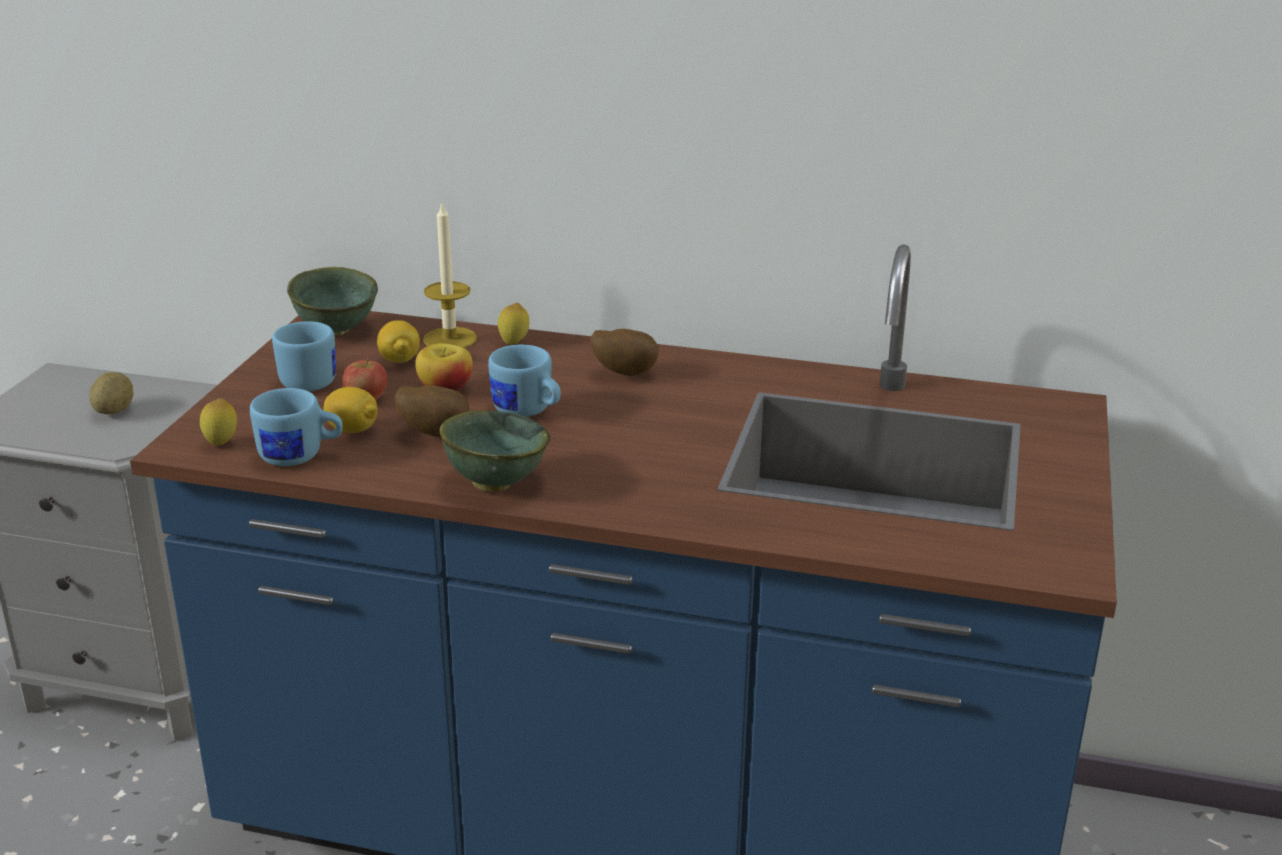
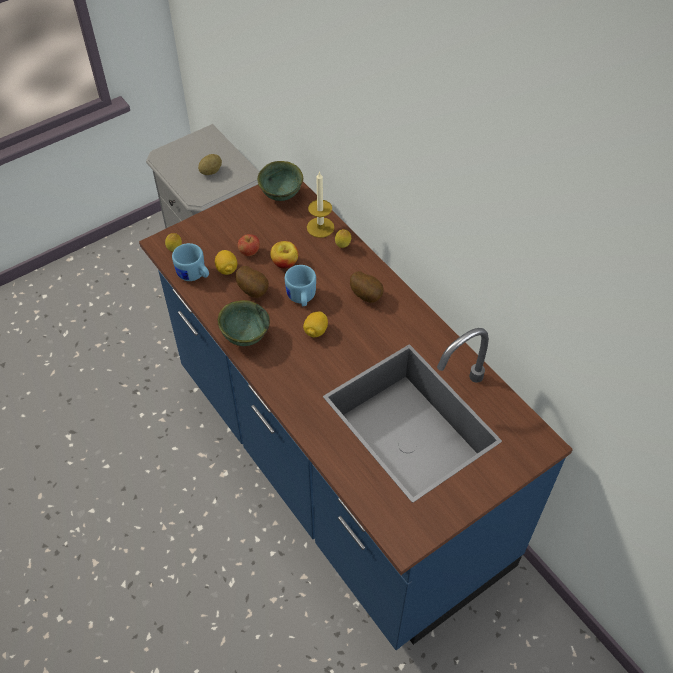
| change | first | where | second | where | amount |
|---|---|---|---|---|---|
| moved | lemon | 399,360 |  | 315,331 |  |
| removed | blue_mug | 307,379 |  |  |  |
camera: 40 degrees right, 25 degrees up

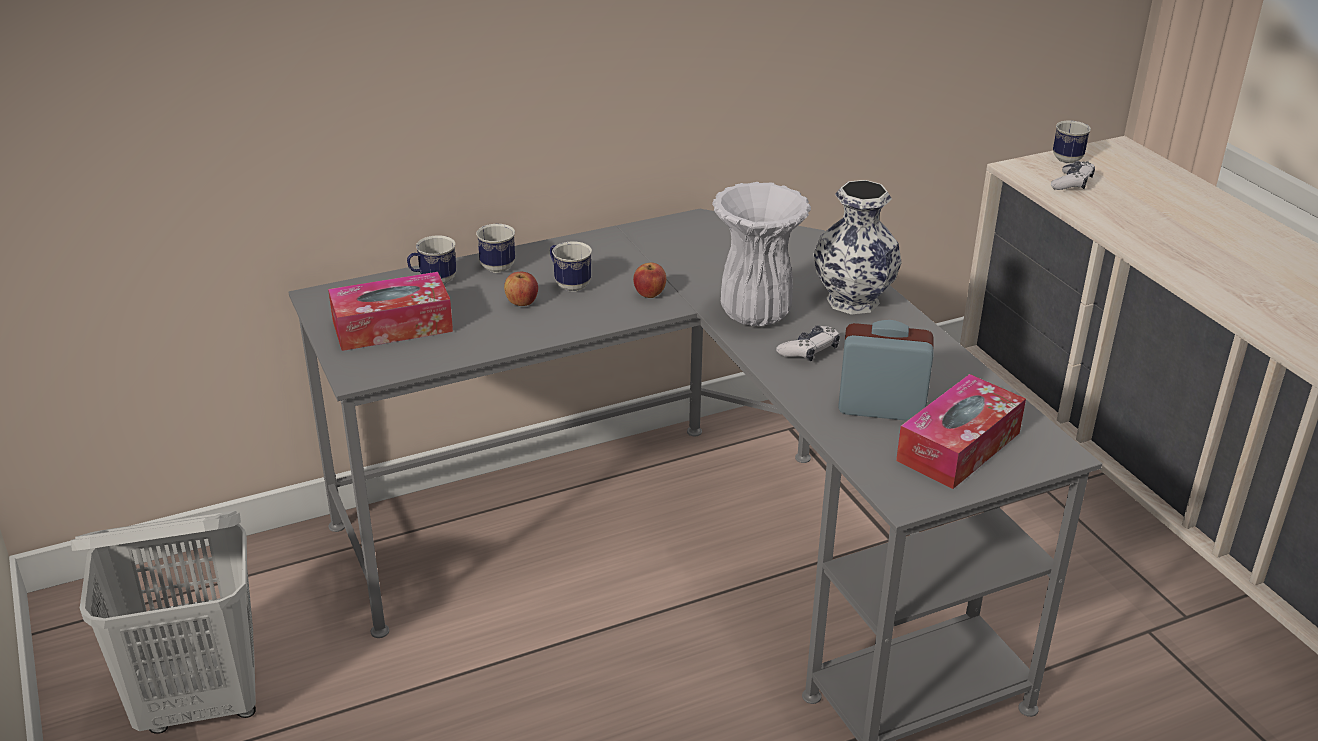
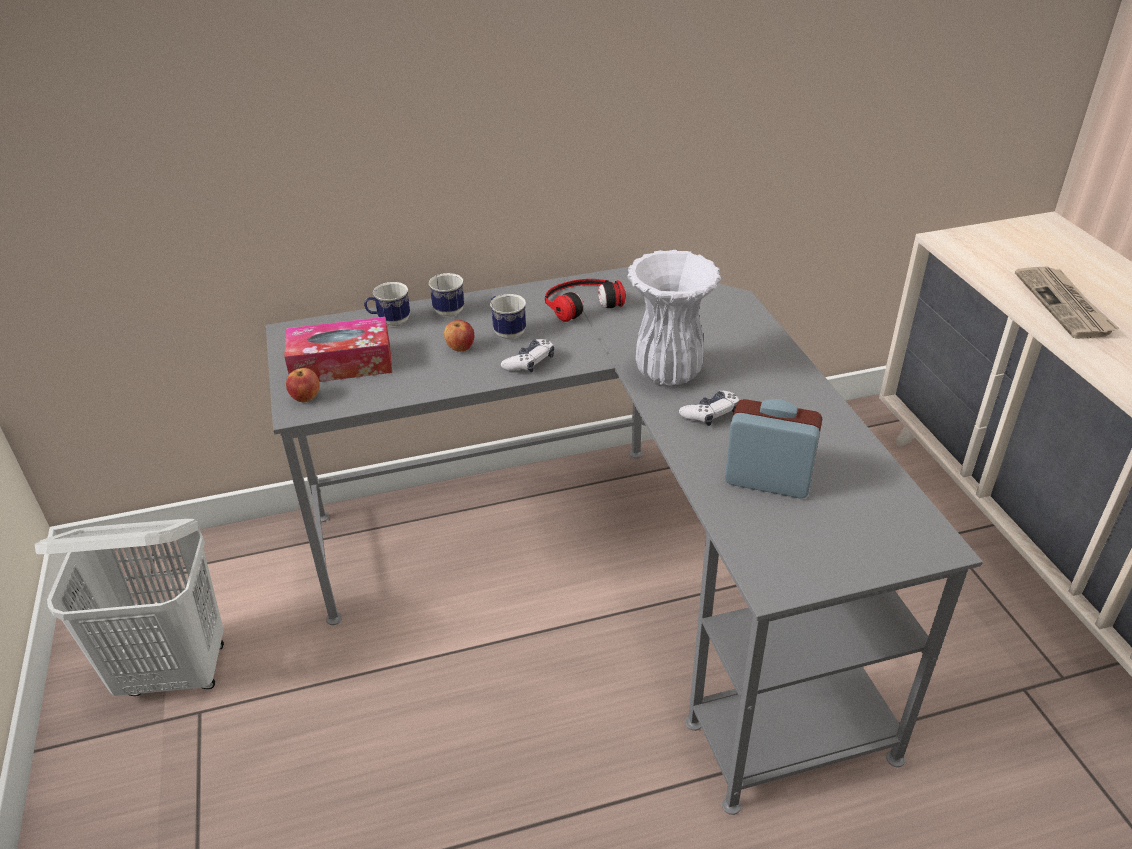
| change | first | where | second | where | amount |
|---|---|---|---|---|---|
| moved | apple | 650,294 |  | 306,398 |  |
| moved | game_controller | 1072,183 |  | 529,362 |  |
| added |  |  | headphones | 581,302 |  |
| added |  |  | newspaper | 1064,305 |  |
| removed | vase | 853,300 |  |  |  |
| removed | tissue_box | 958,446 |  |  |  |
| removed | mug | 1070,158 |  |  |  |
camera: 10 degrees right, 5 degrees up

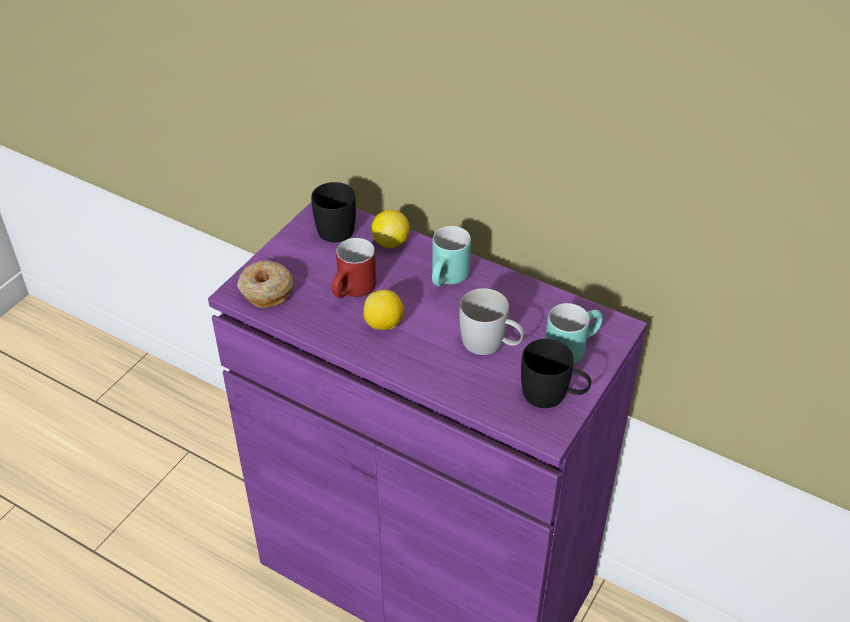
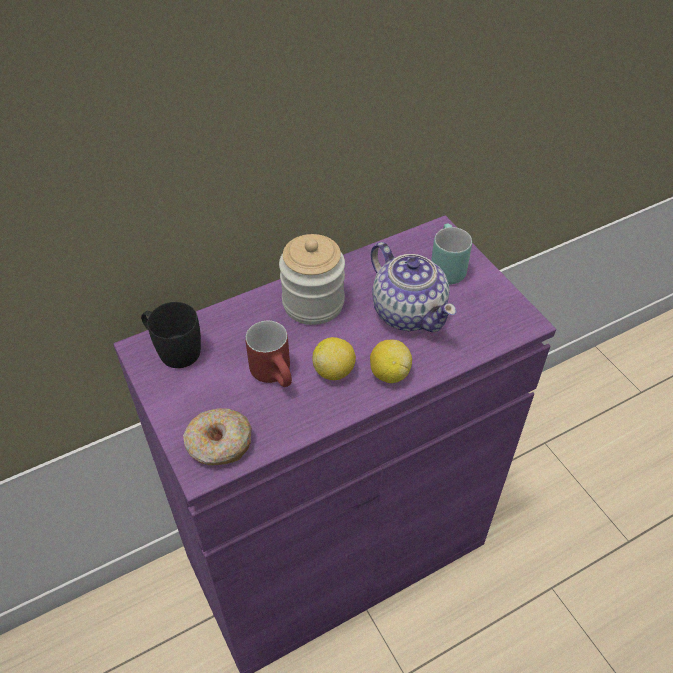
| change | first | where | second | where | amount |
|---|---|---|---|---|---|
| replaced | turquoise_mug | 449,280 | jar | 313,303 |  |
| moved | lemon | 391,242 |  | 389,373 |  |
| replaced | white_mug | 491,344 | teapot | 408,311 |  |
| removed | black_mug | 553,395 |  |  |  |
camera: 60 degrees left, 5 degrees up

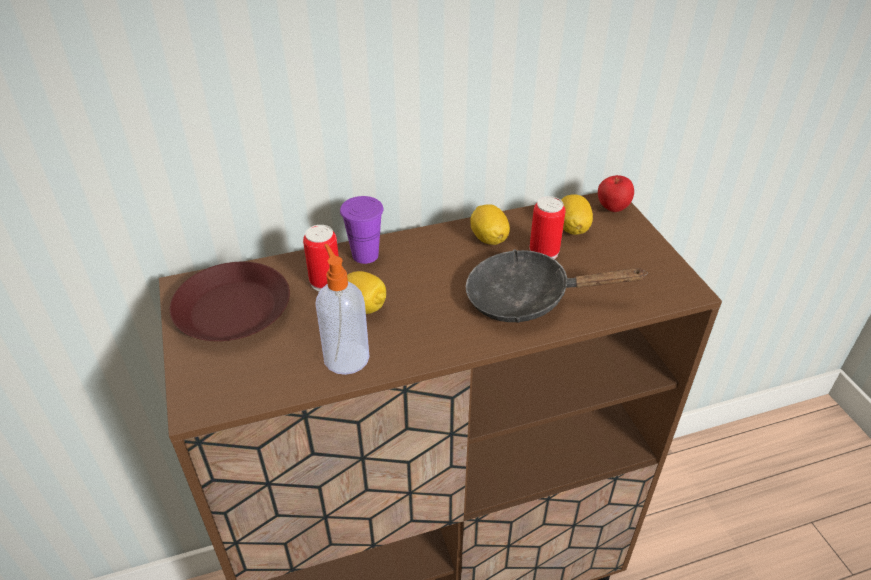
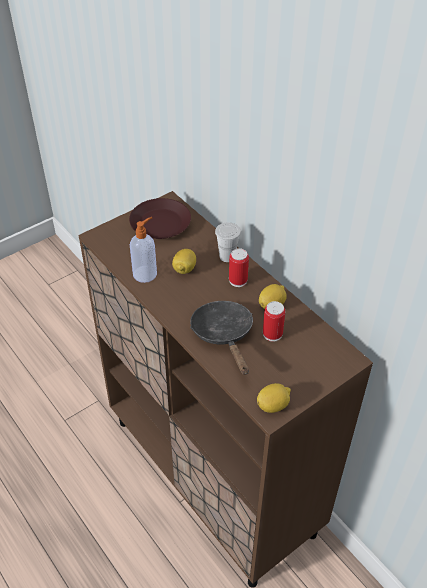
| change | first | where | second | where | amount |
|---|---|---|---|---|---|
| recoloured | purple_cup | 365,255 | white_cup | 227,256 |  |
| moved | can | 325,282 |  | 238,280 |  |
| moved | lemon | 572,228 |  | 273,405 |  |
| removed | apple | 612,209 |  |  |  |
camera: 70 degrees right, 5 degrees up

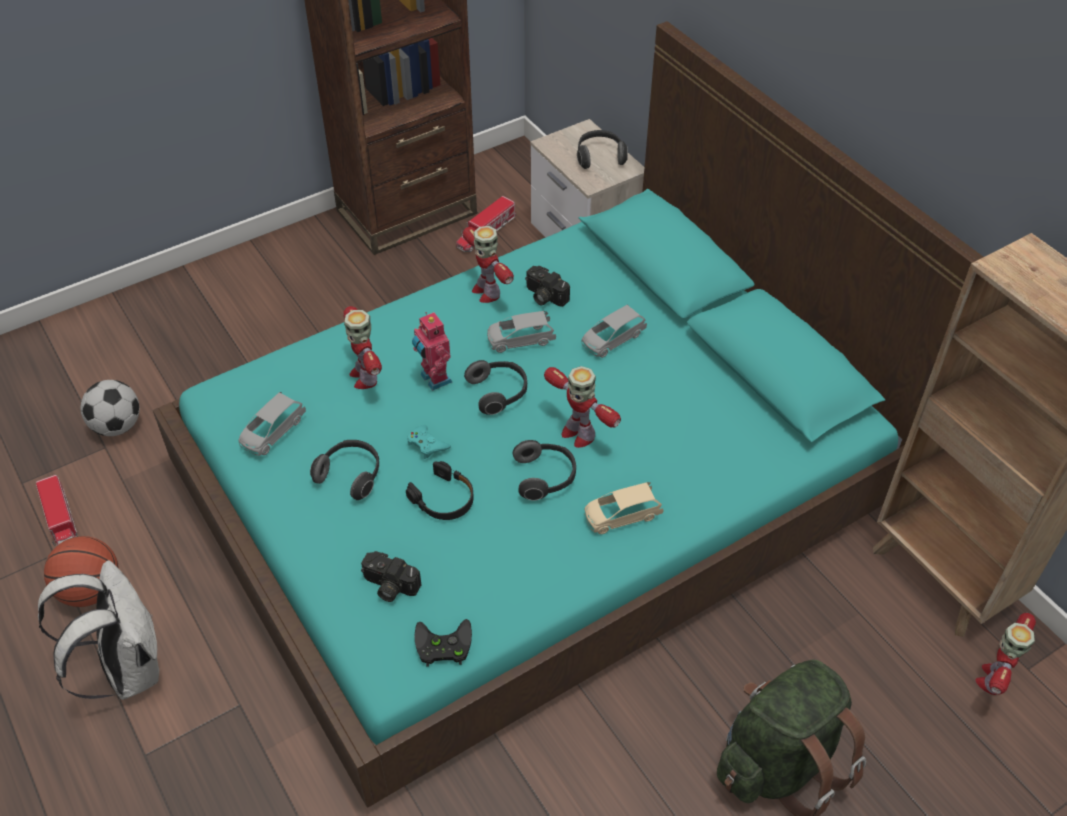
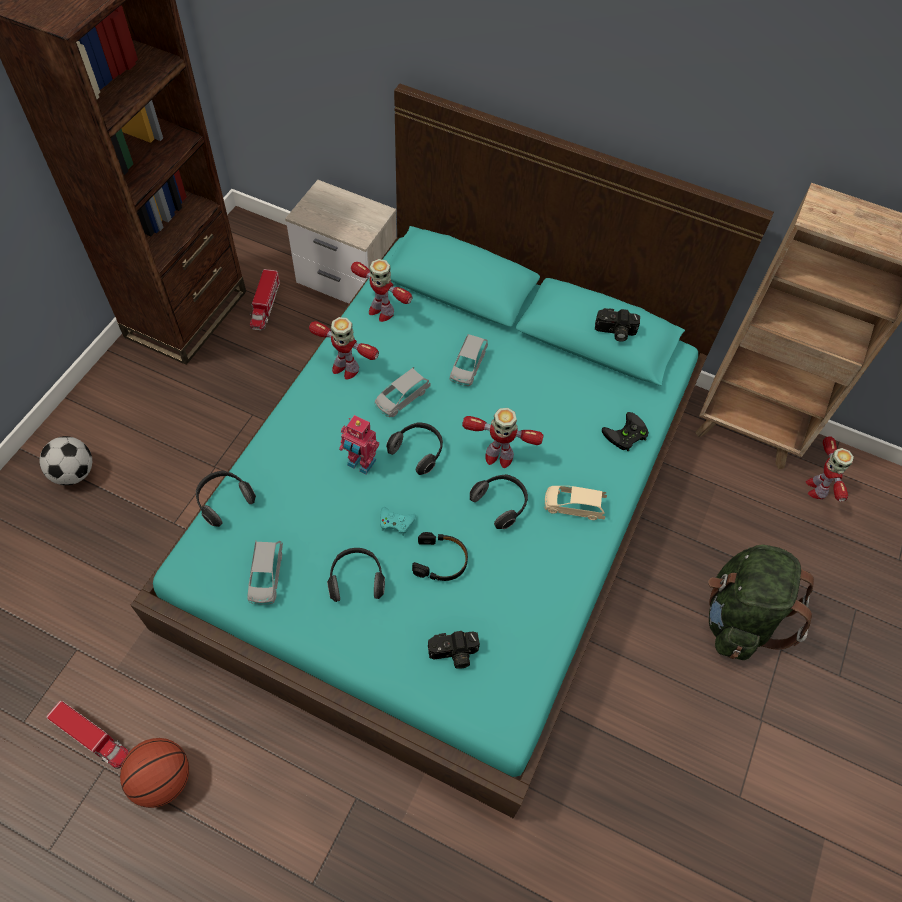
| change | first | where | second | where | amount |
|---|---|---|---|---|---|
| moved | football | 117,426 |  | 74,473 |  |
| moved | headphones | 599,157 |  | 224,501 |  |
| moved | toy_robot | 364,376 |  | 381,311 |  |
| turned | beige_toy_car | 621,516 |  | 573,506 | 60 degrees clockwise |
| moved | photo_camera | 544,296 |  | 615,332 |  |
| moved | black_game_controller | 441,646 |  | 625,435 |  |
| removed | white_backpack | 127,669 |  |  |  |
camera: 35 degrees left, 10 degrees up

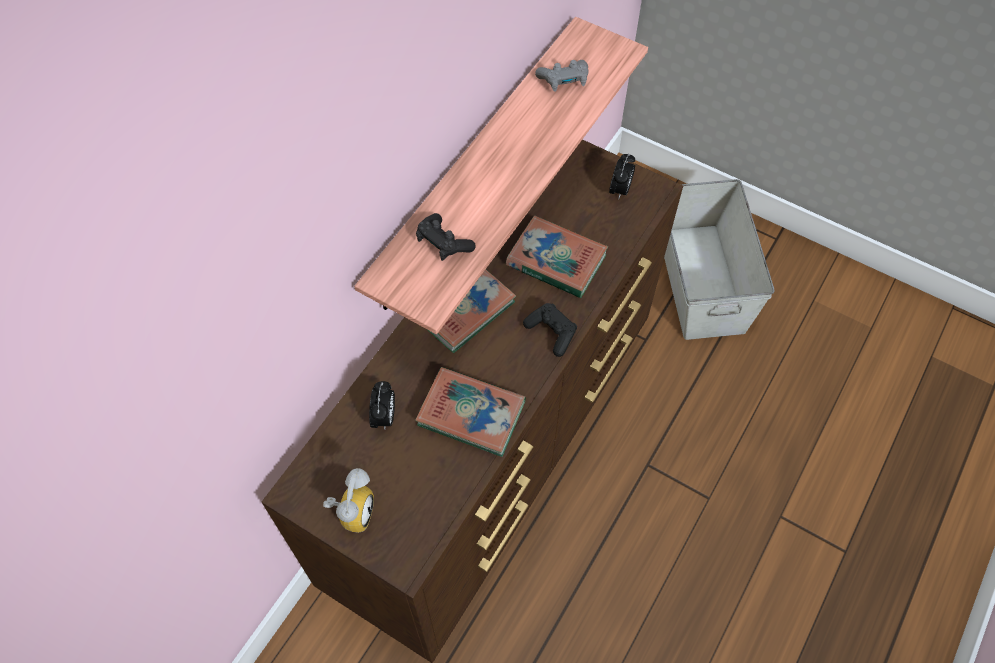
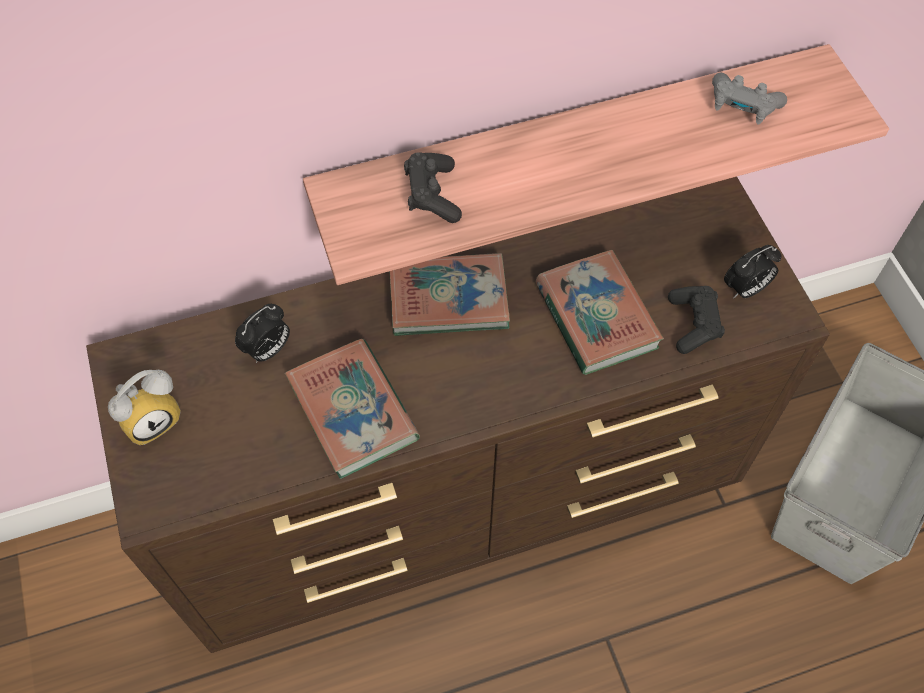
| change | first | where | second | where | amount |
|---|---|---|---|---|---|
| moved | black_game_controller | 551,332 |  | 693,324 |  |
camera: 40 degrees right, 0 degrees up

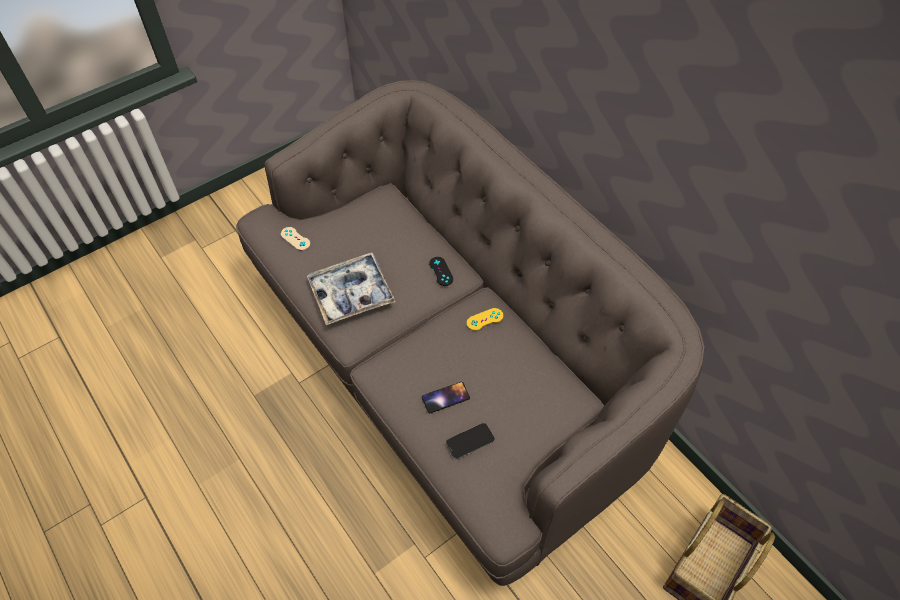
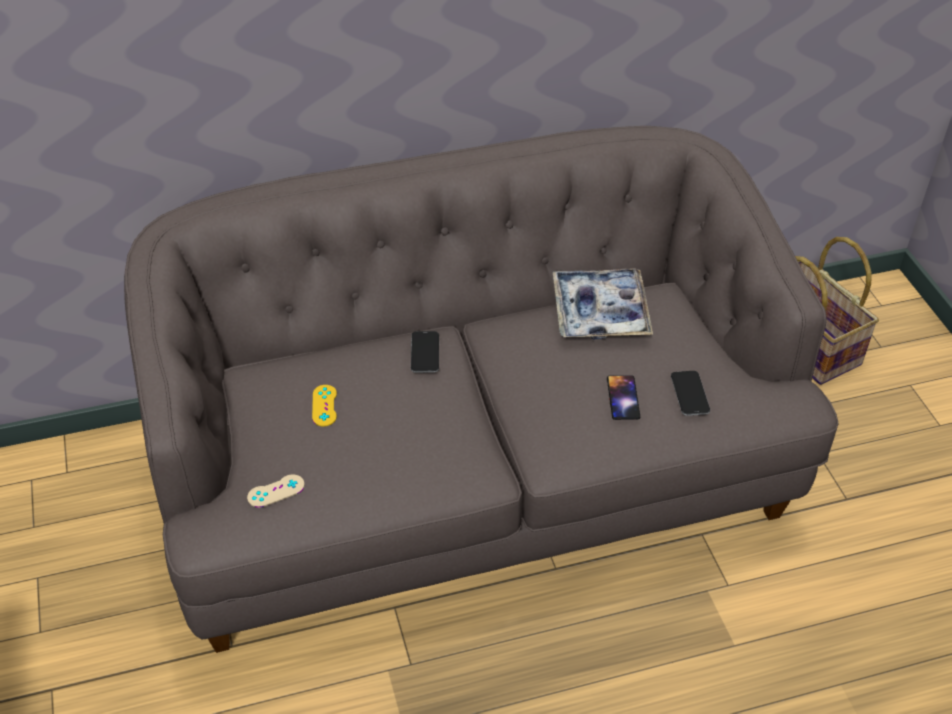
| change | first | where | second | where | amount |
|---|---|---|---|---|---|
| moved | yellow_game_controller | 485,319 |  | 324,405 |  |
| replaced | black_game_controller | 441,271 | phone | 425,353 |  |
| moved | tray | 351,293 |  | 600,312 |  |
camera: 70 degrees left, 10 degrees down

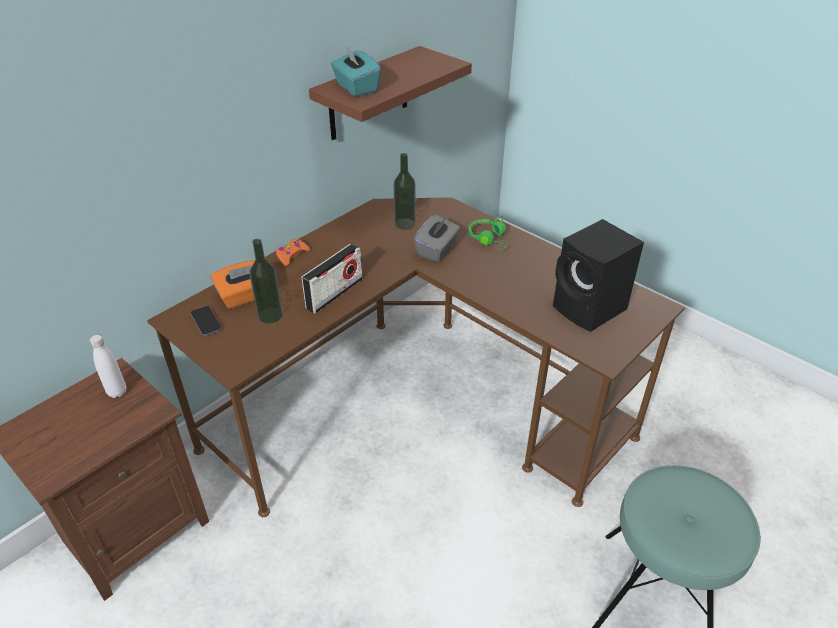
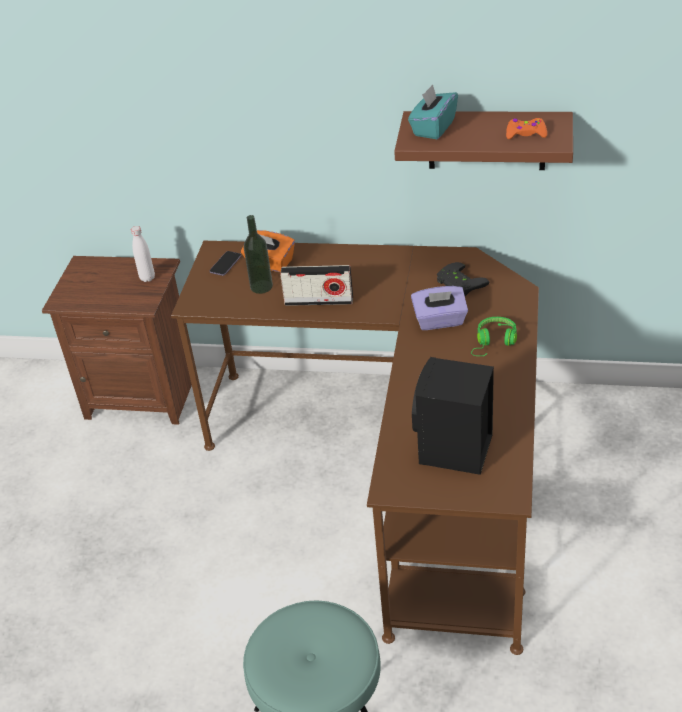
| change | first | where | second | where | amount |
|---|---|---|---|---|---|
| recoloured | grey_tissue_box | 437,250 | purple_tissue_box | 440,321 |  |
| replaced | bottle | 405,223 | black_game_controller | 458,284 |  |
| moved | orange_game_controller | 292,255 |  | 525,134 |  |
camera: 60 degrees right, 0 degrees up

